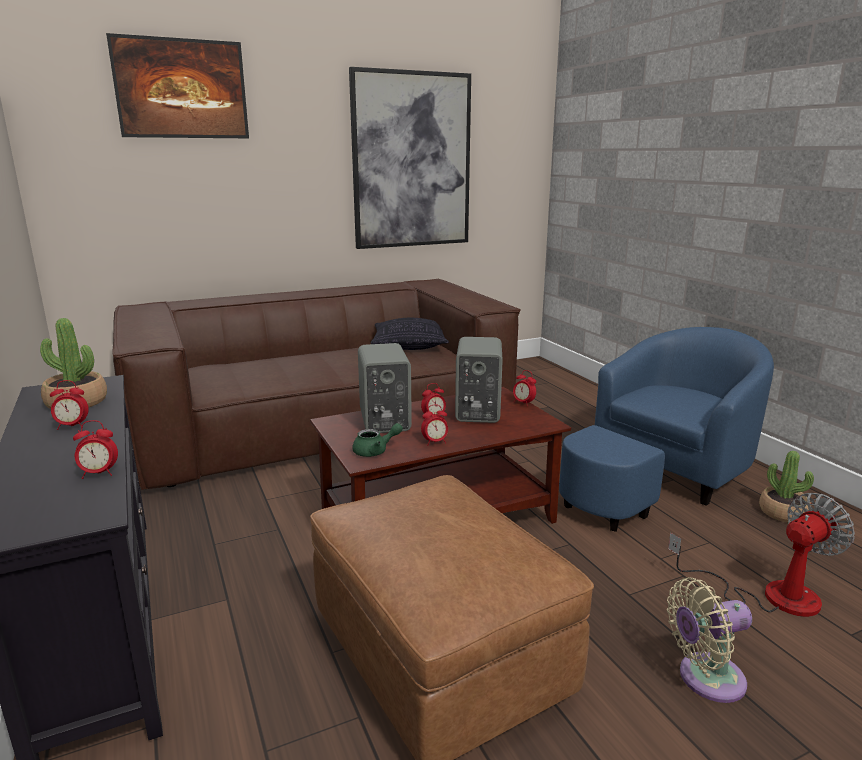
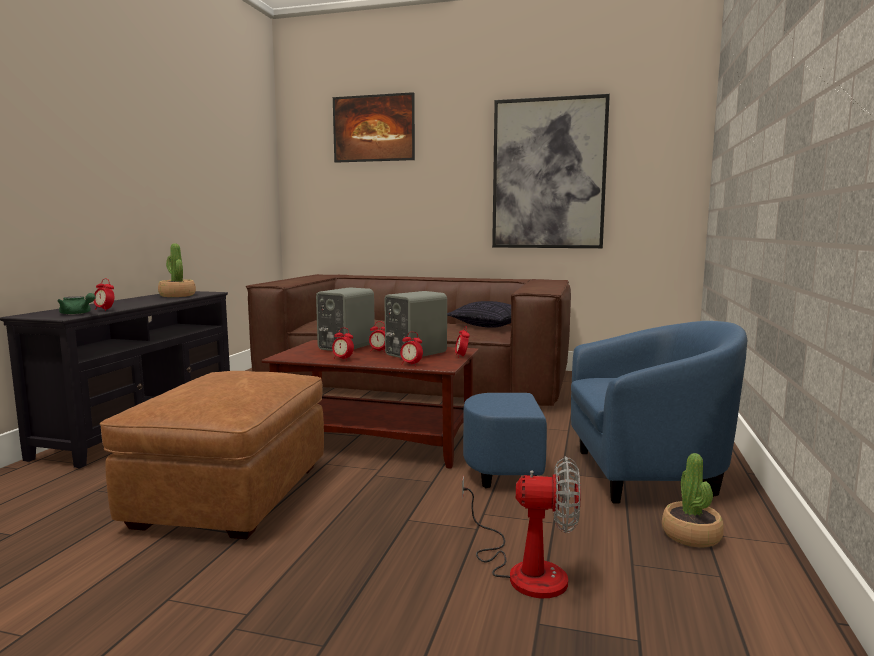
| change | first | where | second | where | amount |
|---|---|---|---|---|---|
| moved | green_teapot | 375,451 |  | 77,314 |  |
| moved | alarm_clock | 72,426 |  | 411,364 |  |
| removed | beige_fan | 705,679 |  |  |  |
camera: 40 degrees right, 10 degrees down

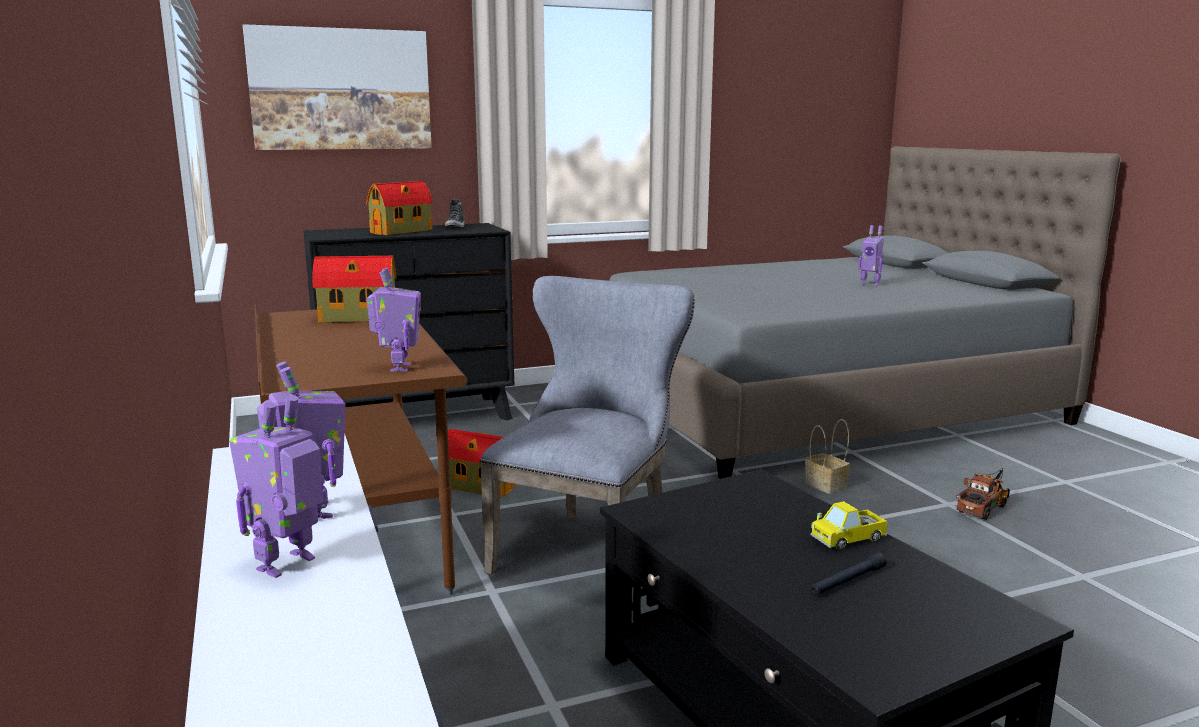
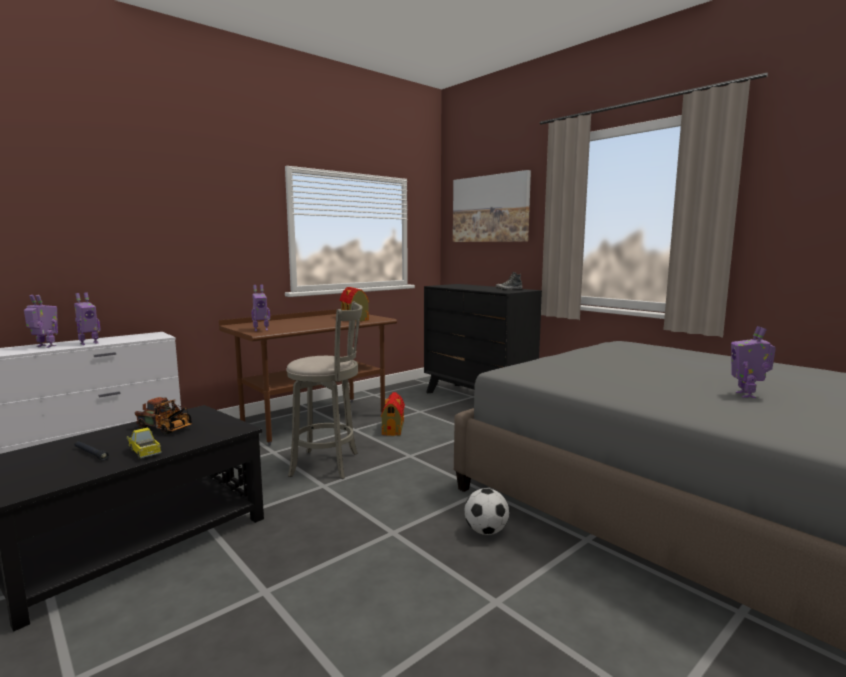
| change | first | where | second | where | amount |
|---|---|---|---|---|---|
| moved | toy_truck | 984,507 |  | 167,429 |  |
| replaced | grey_chair | 589,548 | grey_stool | 328,464 |  |
| replaced | basket | 827,485 | football | 486,531 |  |
| removed | toy_house | 402,231 |  |  |  |
camera: 70 degrees right, 5 degrees down

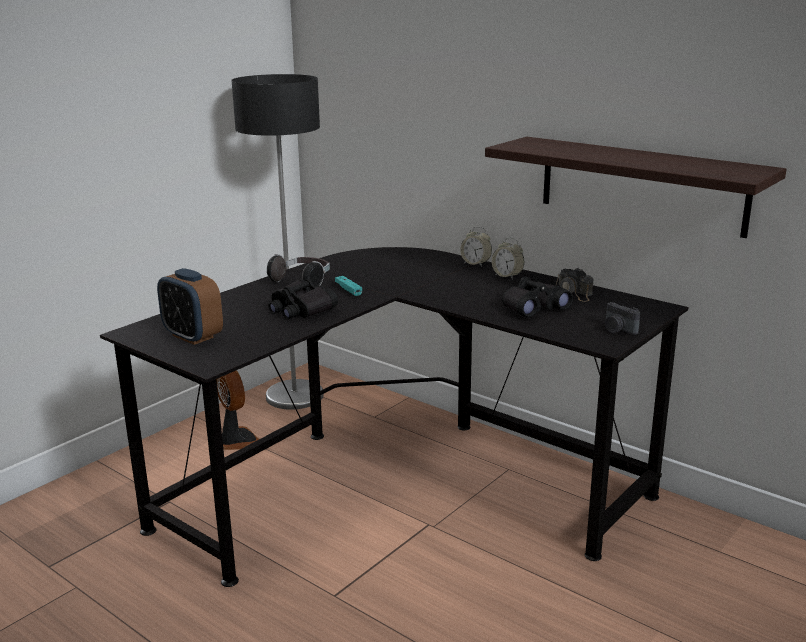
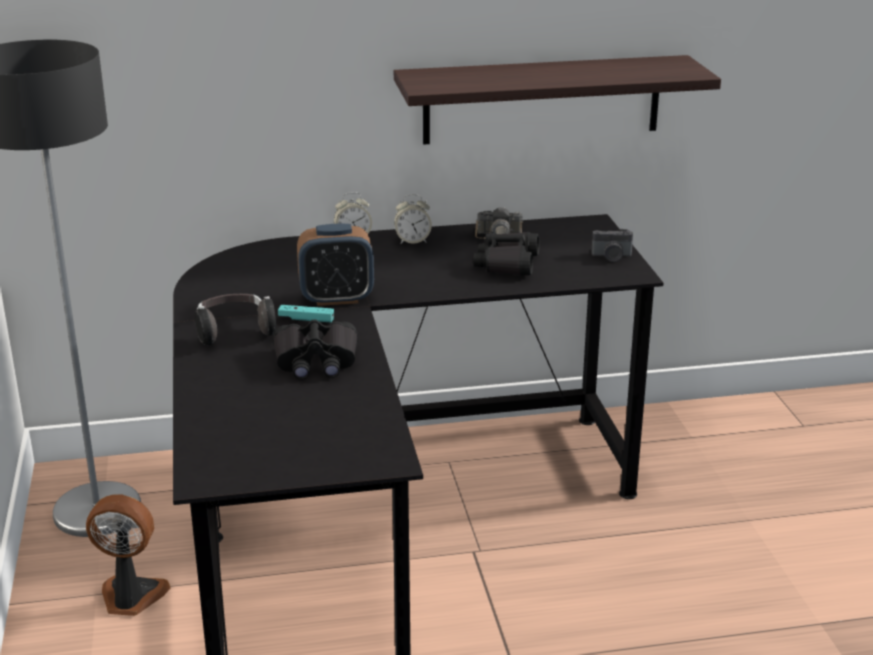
| change | first | where | second | where | amount |
|---|---|---|---|---|---|
| moved | alarm_clock | 192,336 |  | 336,298 |  |
camera: 50 degrees left, 5 degrees up

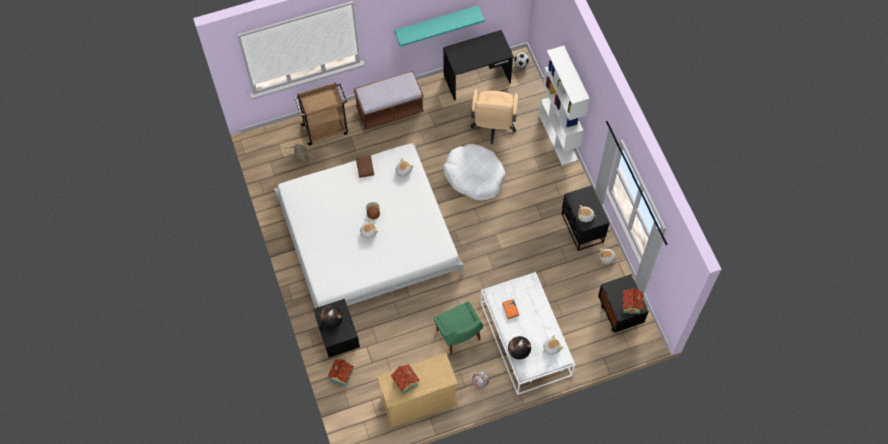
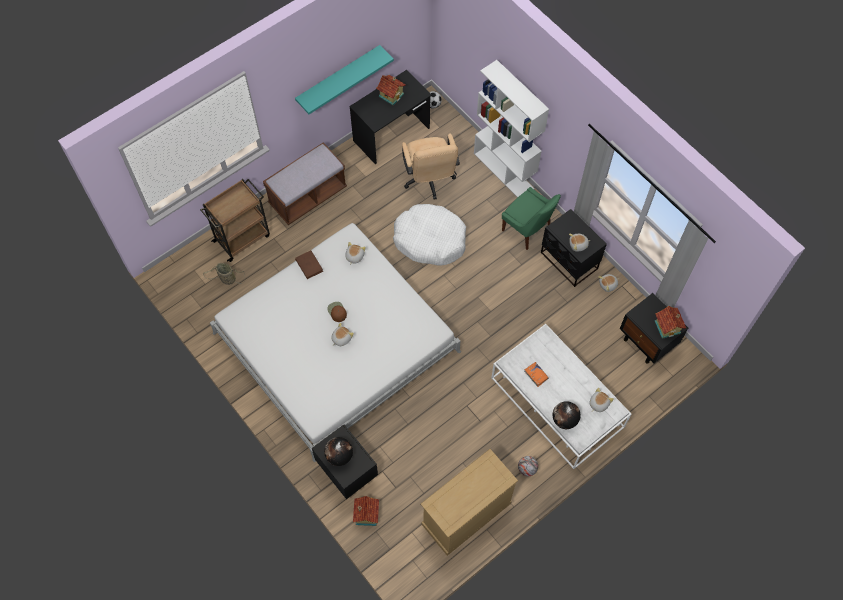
| change | first | where | second | where | amount |
|---|---|---|---|---|---|
| moved | toy_house | 406,382 |  | 391,95 |  |
| moved | green_chair | 459,336 |  | 528,230 |  |
camera: 20 degrees left, 0 degrees up

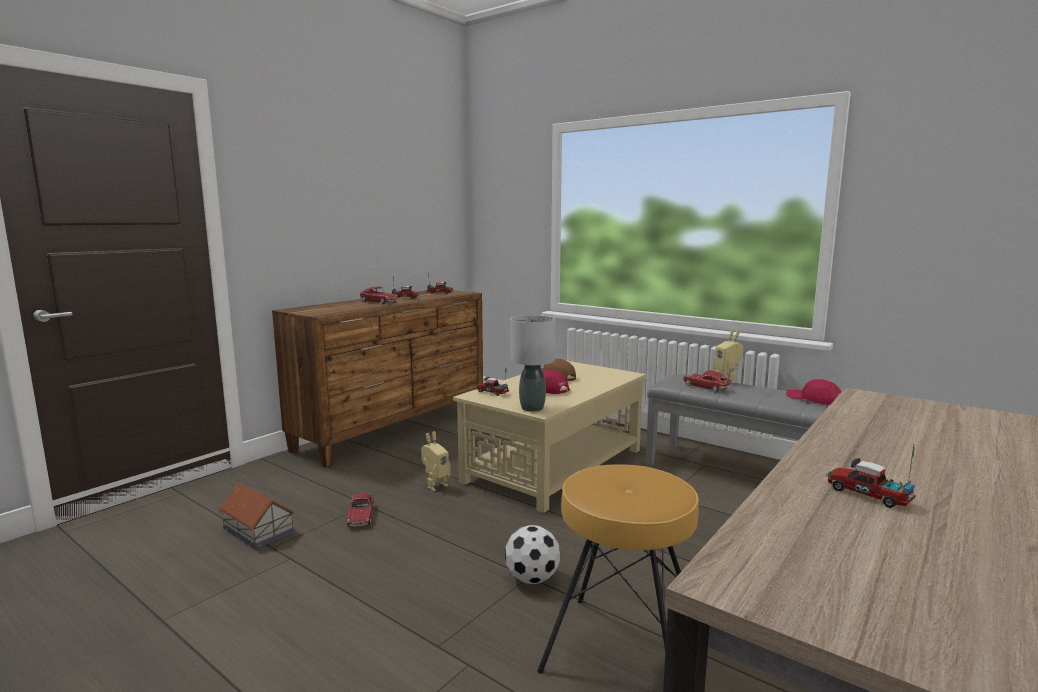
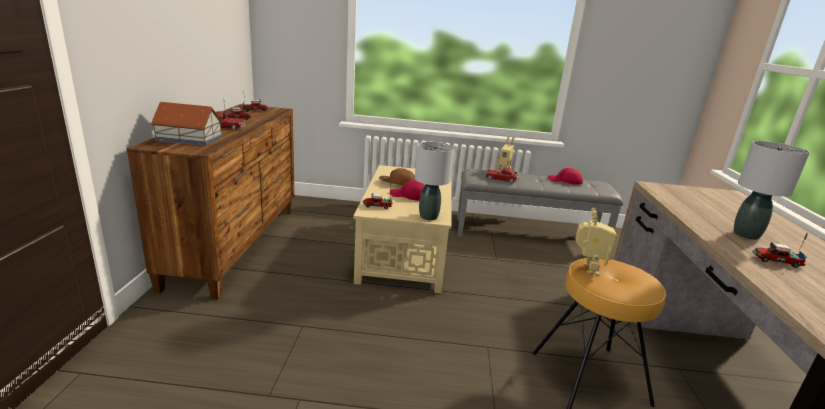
| change | first | where | second | where | amount |
|---|---|---|---|---|---|
| moved | toy_house | 258,530 |  | 189,139 |  |
| moved | toy_robot | 435,485 |  | 587,268 |  |
| added |  |  | grey_table_lamp | 745,234 |  |
| removed | toy_car | 361,516 |  |  |  |
| removed | football | 532,579 |  |  |  |
camera: 35 degrees left, 10 degrees up

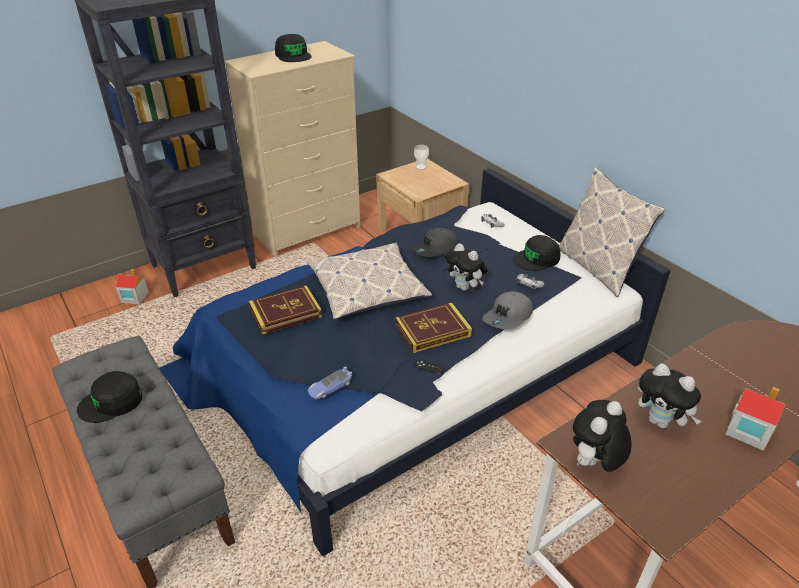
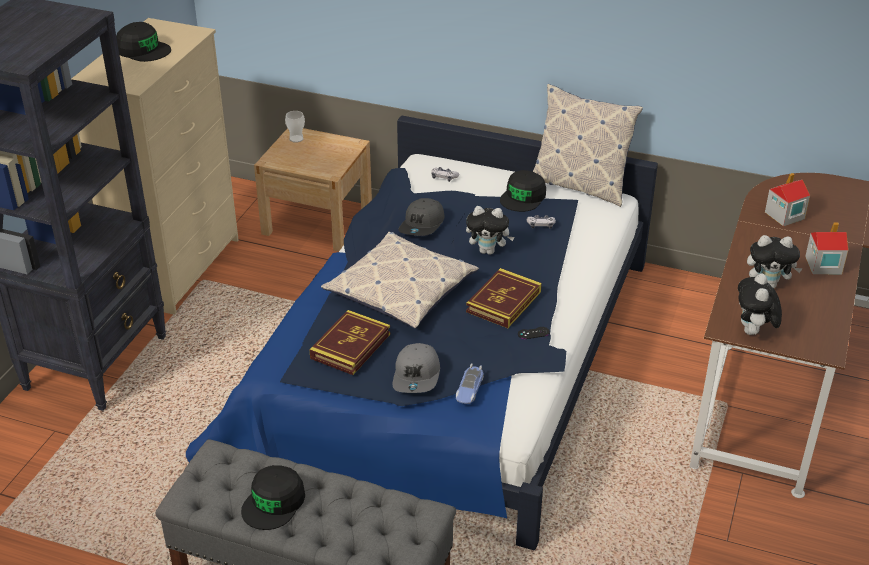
| change | first | where | second | where | amount |
|---|---|---|---|---|---|
| moved | grey_cap | 508,317 |  | 417,376 |  |
| moved | toy_house | 134,297 |  | 784,215 |  |
camera: 35 degrees left, 0 degrees up

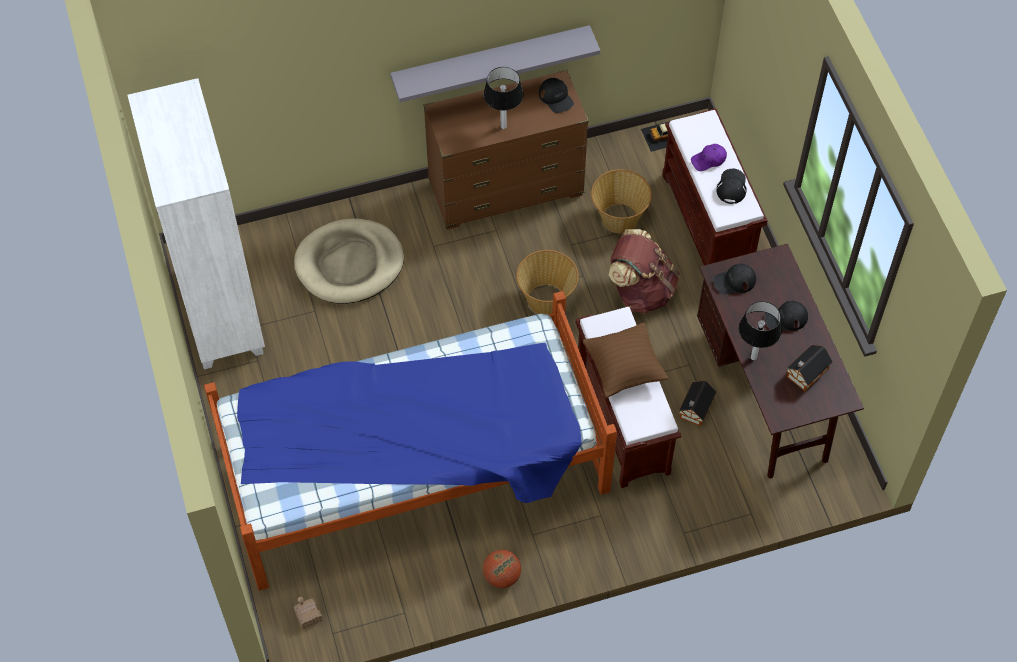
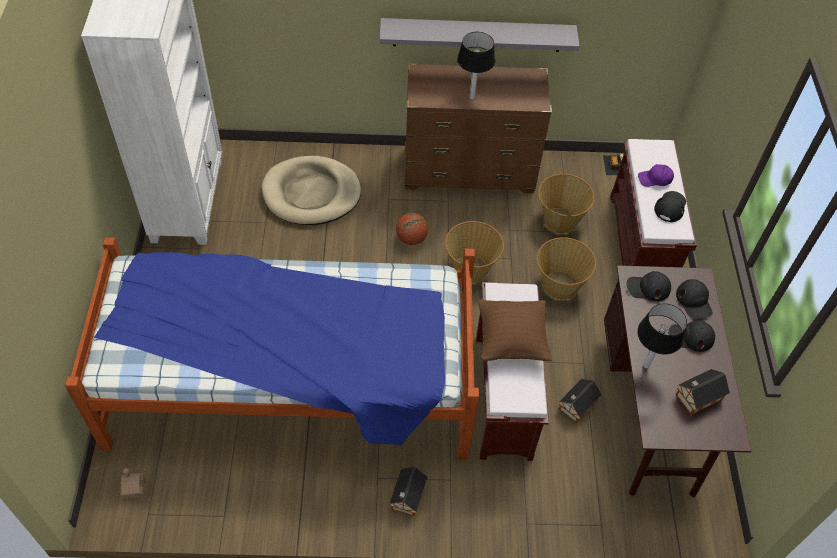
| change | first | where | second | where | amount |
|---|---|---|---|---|---|
| added |  |  | toy_house | 407,497 |  |
| moved | basketball | 502,576 |  | 411,238 |  |
| replaced | brown_backpack | 641,290 | basket | 559,285 |  |
| moved | black_cap | 556,97 |  | 694,301 |  |
camera: 15 degrees right, 5 degrees down

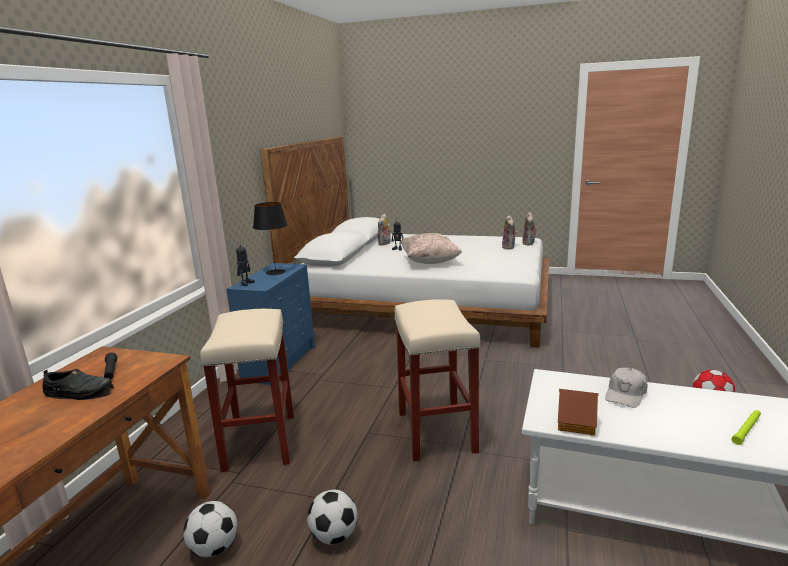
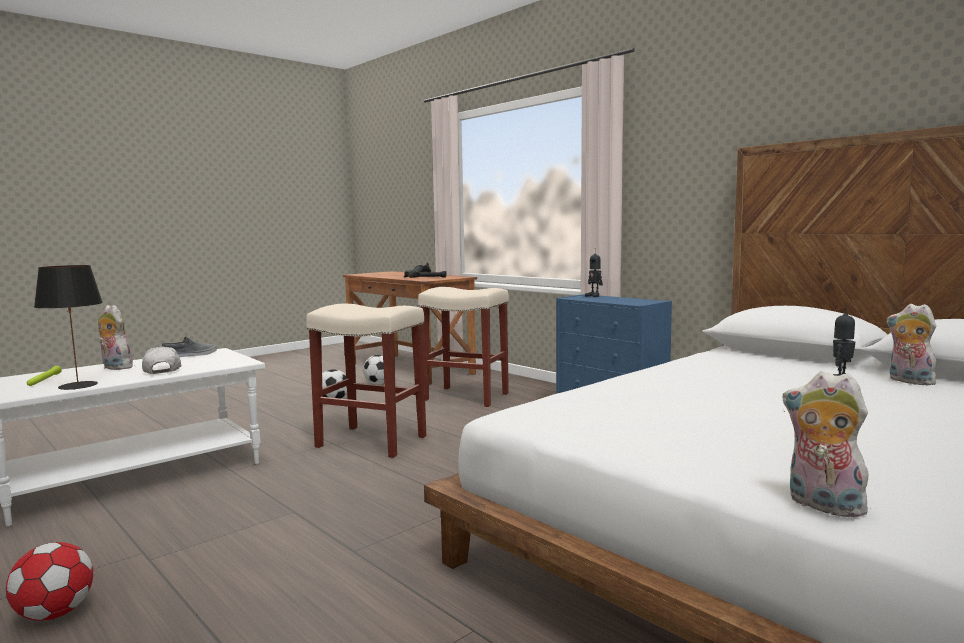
| change | first | where | second | where | amount |
|---|---|---|---|---|---|
| moved | black_table_lamp | 276,272 |  | 77,385 |  |
| moved | plush_toy | 509,247 |  | 114,368 |  |
| replaced | toy_house | 577,422 | grey_shoe | 190,355 |  |
| removed | beige_pillow | 429,262 |  |  |  |
camera: 120 degrees right, 10 degrees down

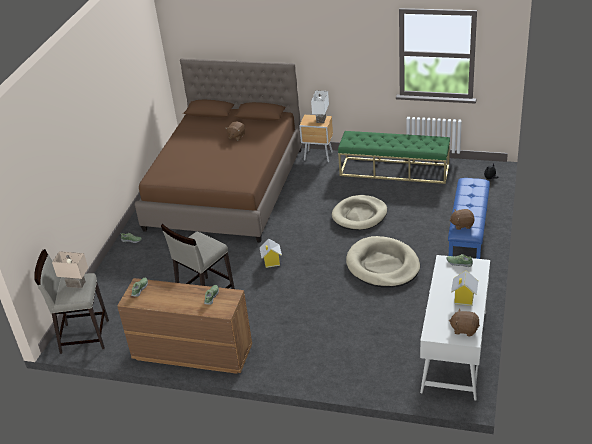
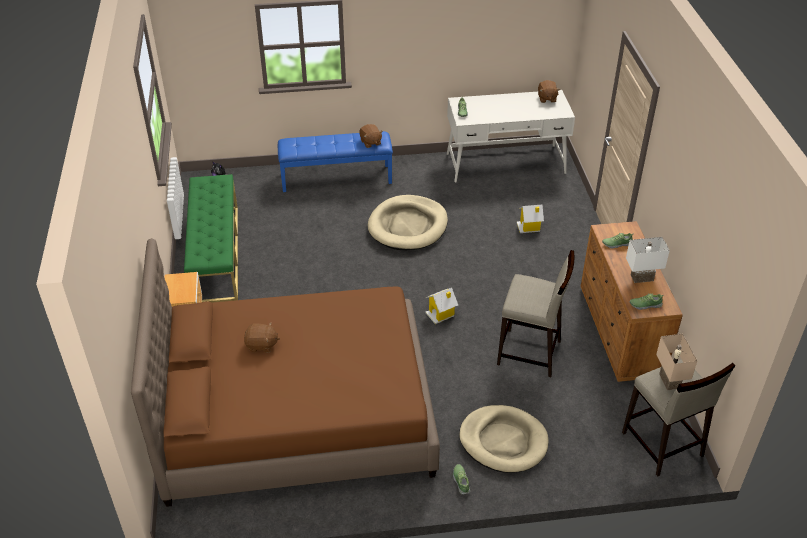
| change | first | where | second | where | amount |
|---|---|---|---|---|---|
| moved | beige_dog_bed | 359,215 |  | 503,441 |  |
| moved | toy_house | 463,298 |  | 529,227 |  |
| moved | white_table_lamp | 322,120 |  | 642,277 |  |
camera: 115 degrees left, 5 degrees up

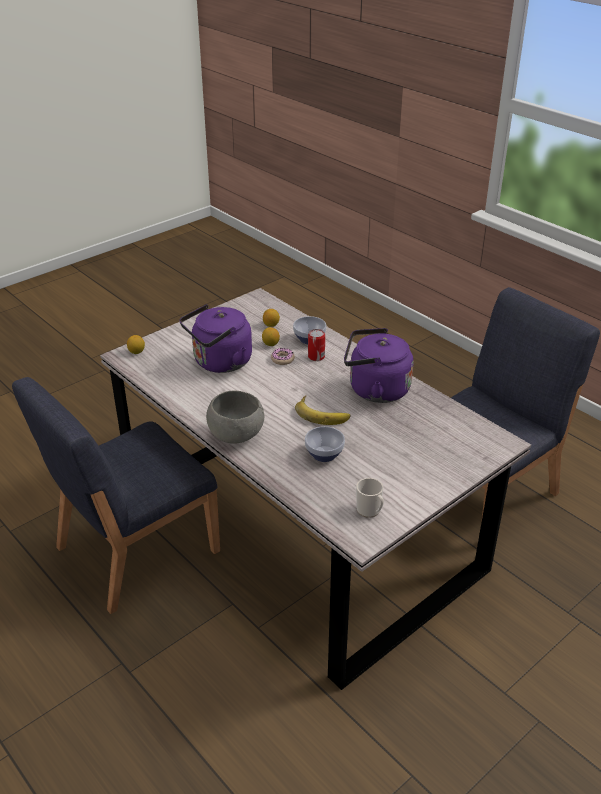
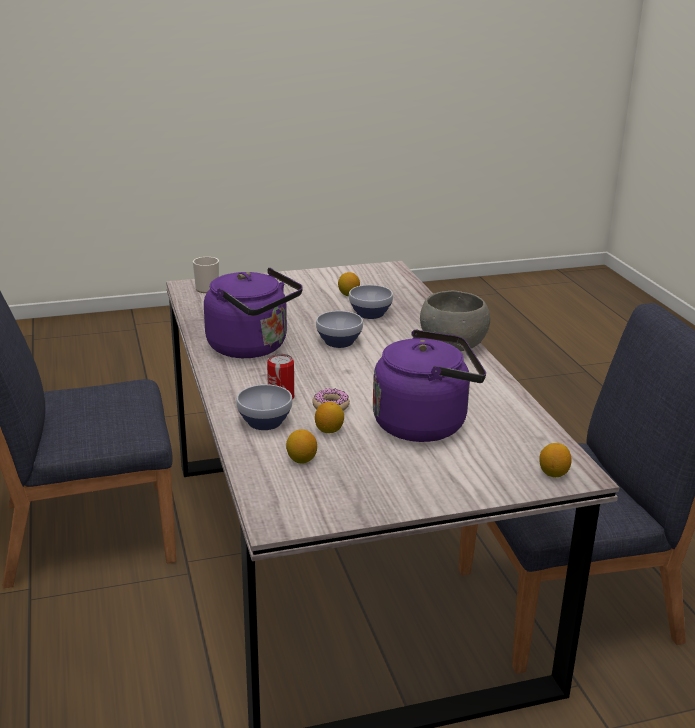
| change | first | where | second | where | amount |
|---|---|---|---|---|---|
| moved | mug | 370,511 |  | 207,288 |  |
| replaced | banana | 322,413 | bowl | 337,342 |  |
| added |  |  | lemon | 348,294 |  |
camera: 155 degrees left, 10 degrees down

